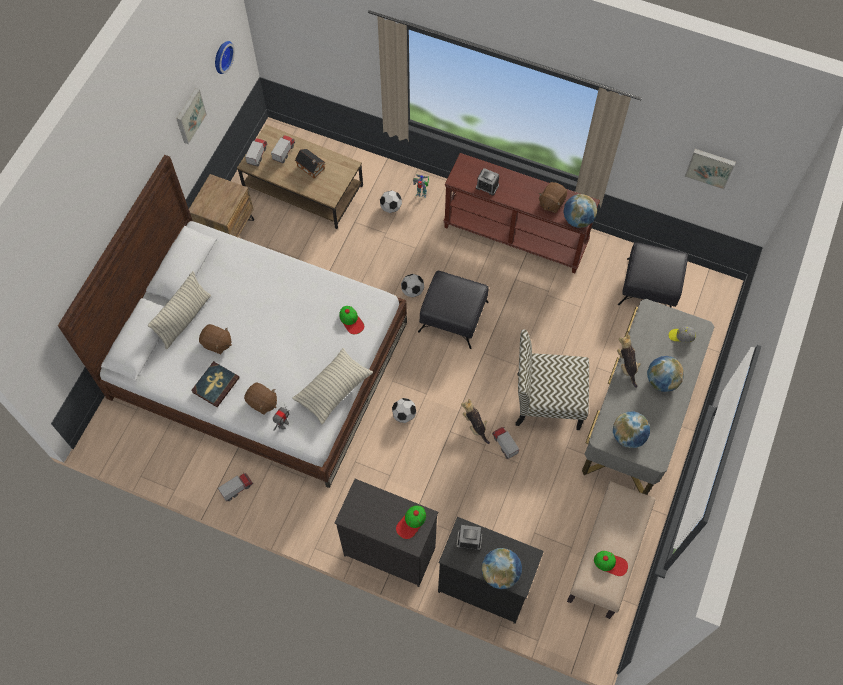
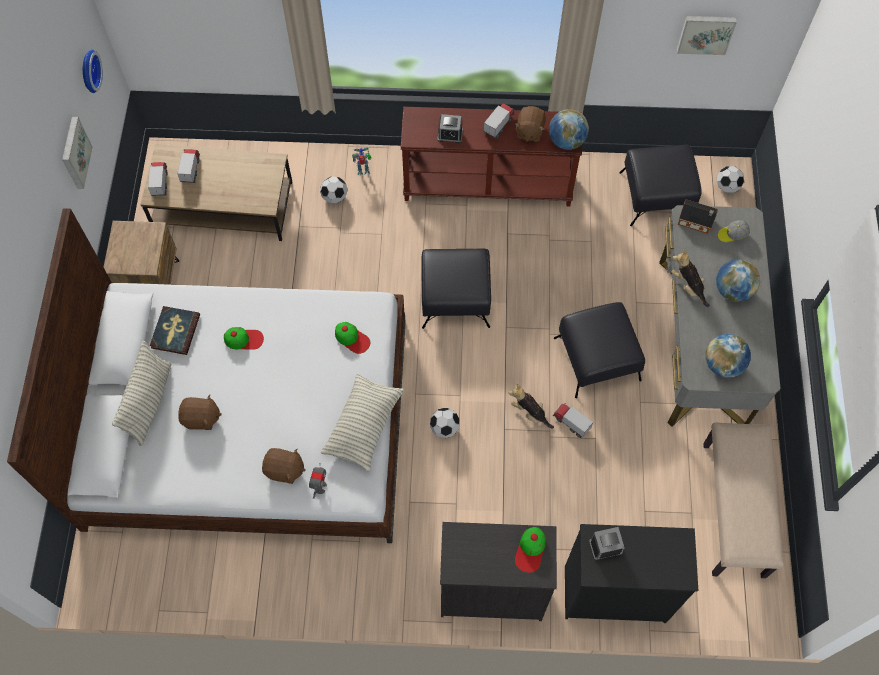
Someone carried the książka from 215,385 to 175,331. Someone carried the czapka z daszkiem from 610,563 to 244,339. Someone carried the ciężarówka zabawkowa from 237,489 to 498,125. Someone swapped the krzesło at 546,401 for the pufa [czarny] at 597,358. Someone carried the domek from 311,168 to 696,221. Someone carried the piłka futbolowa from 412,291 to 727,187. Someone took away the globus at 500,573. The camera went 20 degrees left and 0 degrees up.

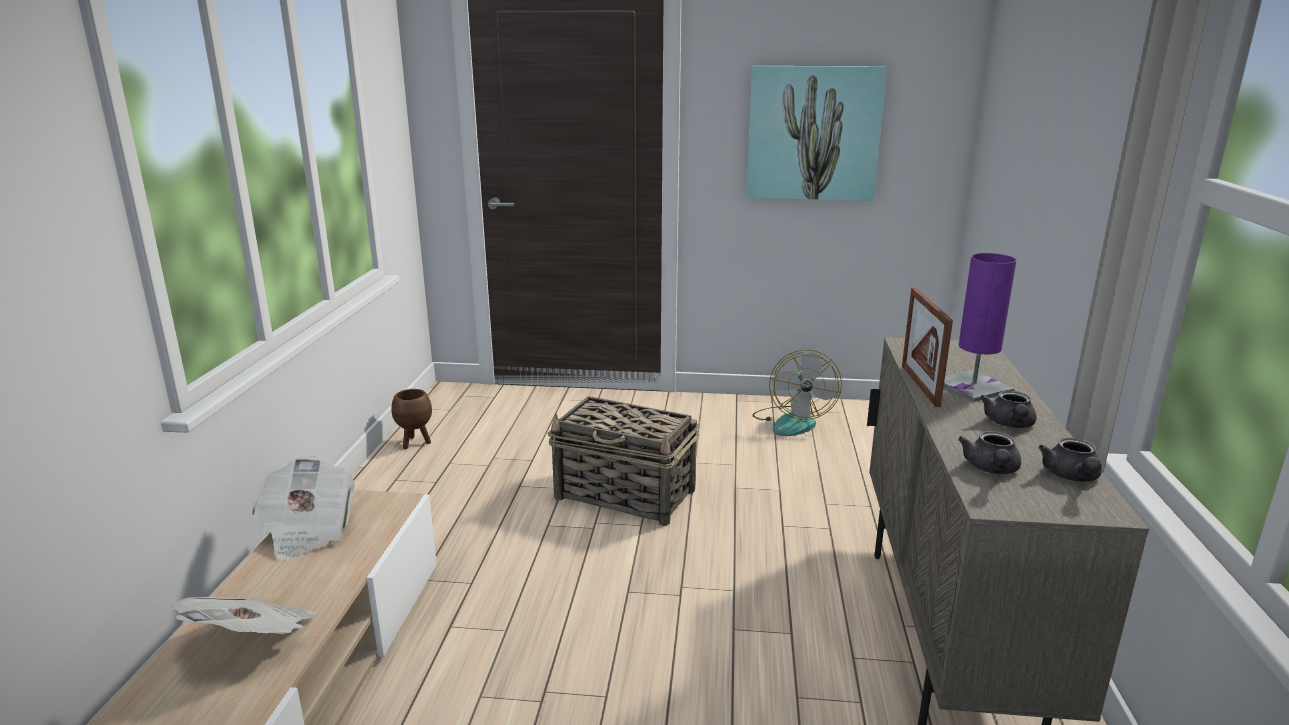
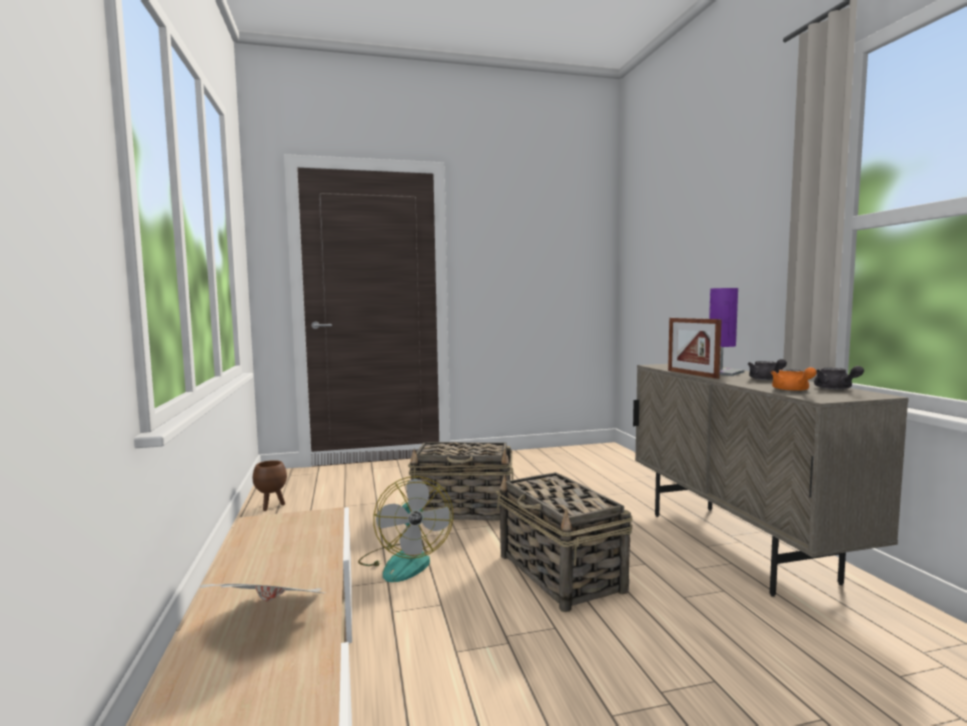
Someone carried the wentylator from 792,421 to 404,561. Someone put down the koszyk at 560,574. Someone repainted the imbryk [szary] at 991,469, which became the imbryk [pomarańczowy] at 792,390. Someone took away the gazeta at 307,530. Someone took away the obraz at 813,133. The camera went 20 degrees left and 15 degrees down.

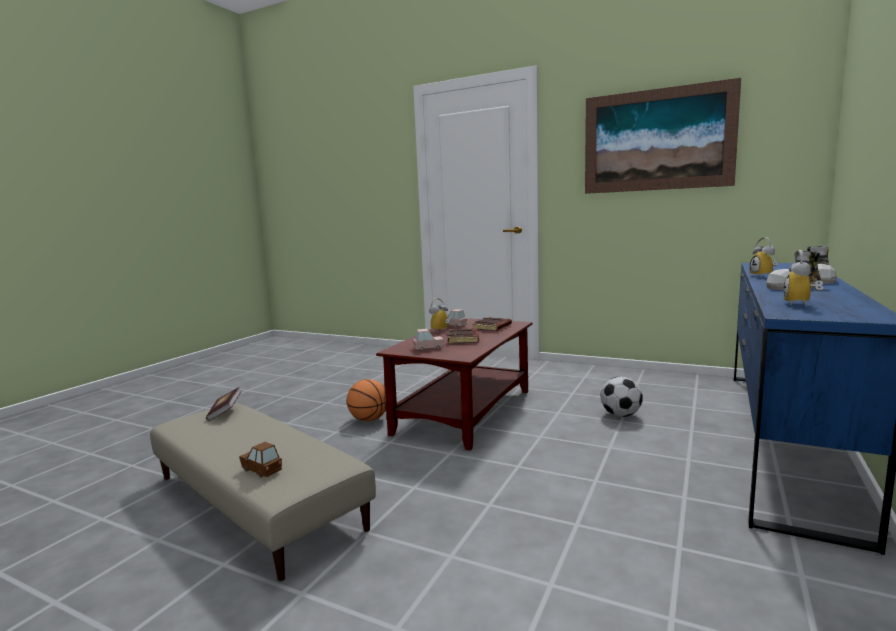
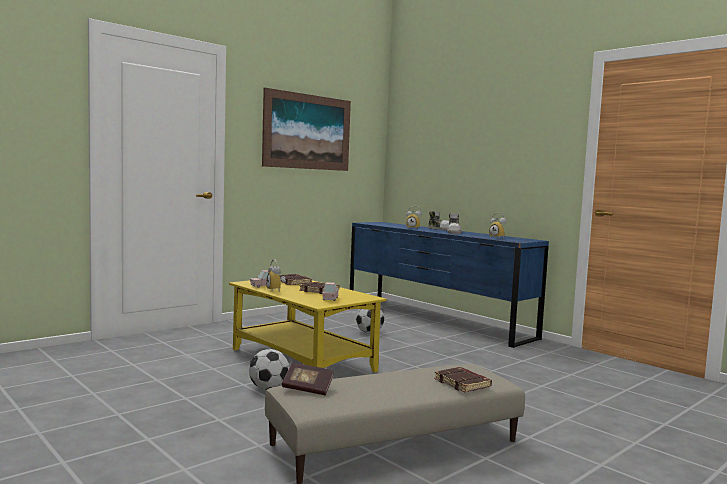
Someone repainted the ława [brązowy] at 464,412, which became the ława [żółty] at 303,360. Someone swapped the piłka do koszykówki at 369,419 for the piłka futbolowa at 268,388. Someone swapped the samochodzik [brązowy] at 261,470 for the książka [brązowy] at 463,383. The camera went 70 degrees left and 5 degrees down.

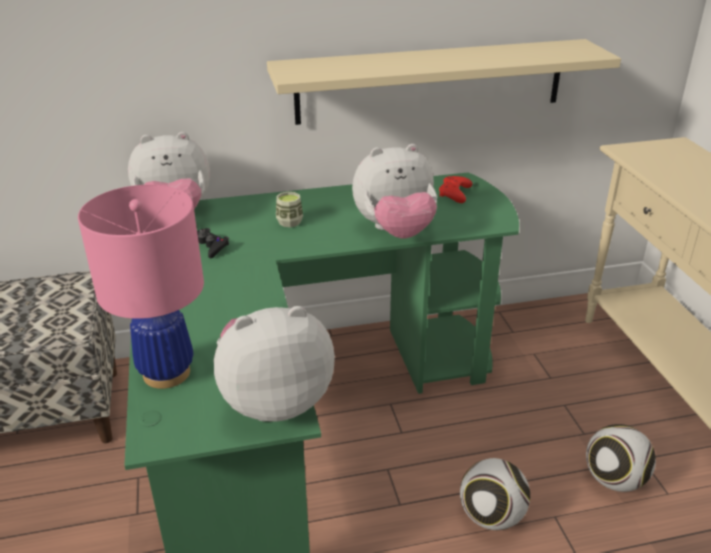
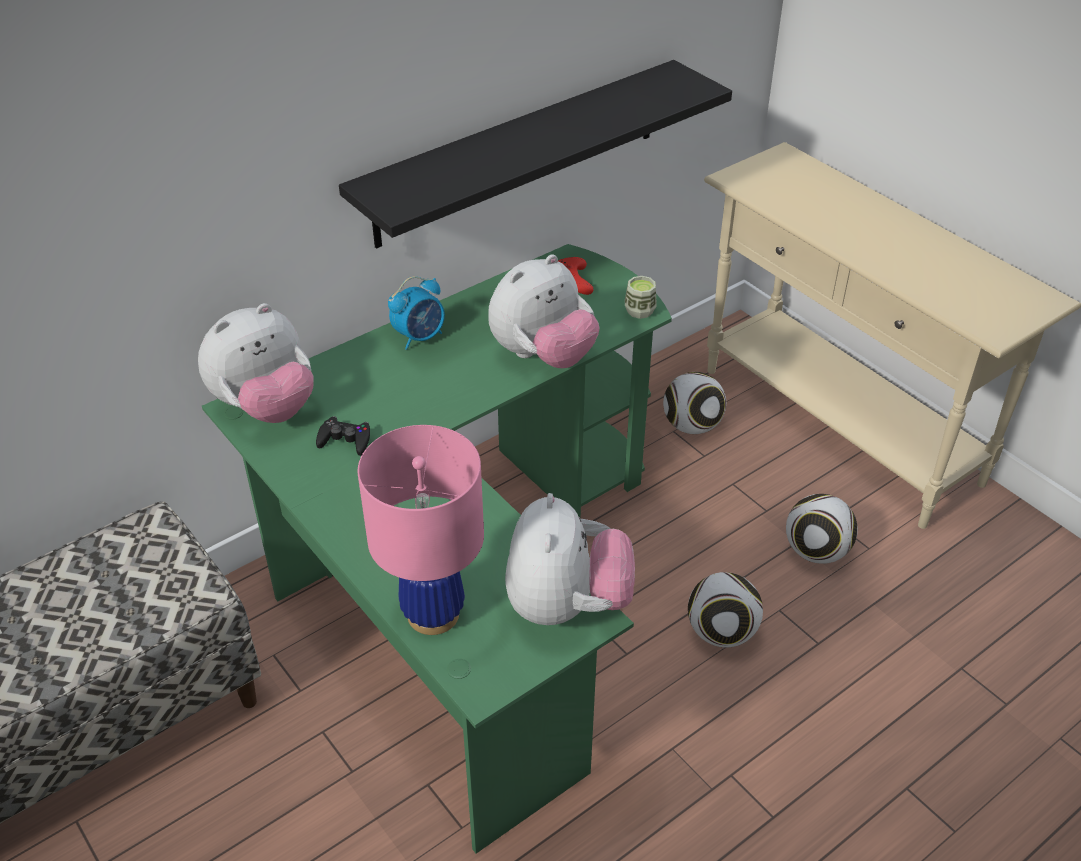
Someone repainted the półka [beżowy] at 431,81, which became the półka [czarny] at 519,153. Someone put down the budzik at 420,337. Someone rotated the pluszak at 275,400 by 135 degrees clockwise. Someone carried the filiżanka from 289,222 to 640,311. Someone put down the piłka futbolowa at 691,425. The camera went 25 degrees left and 10 degrees up.

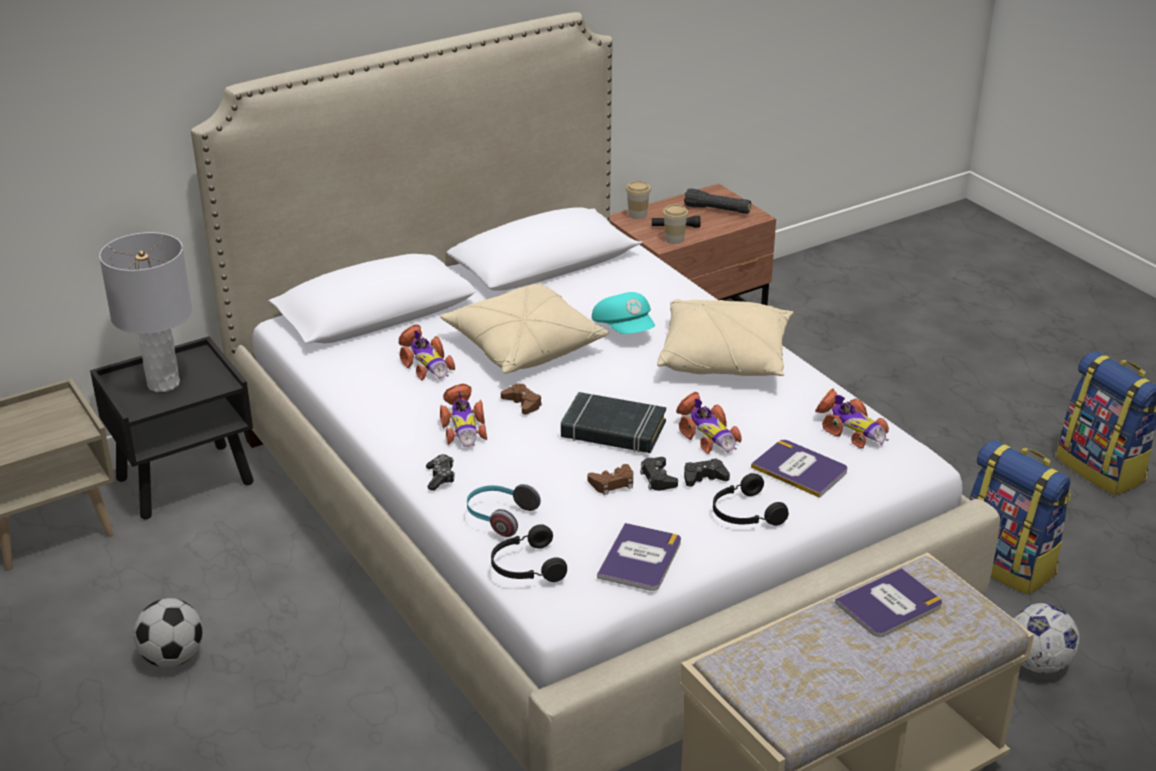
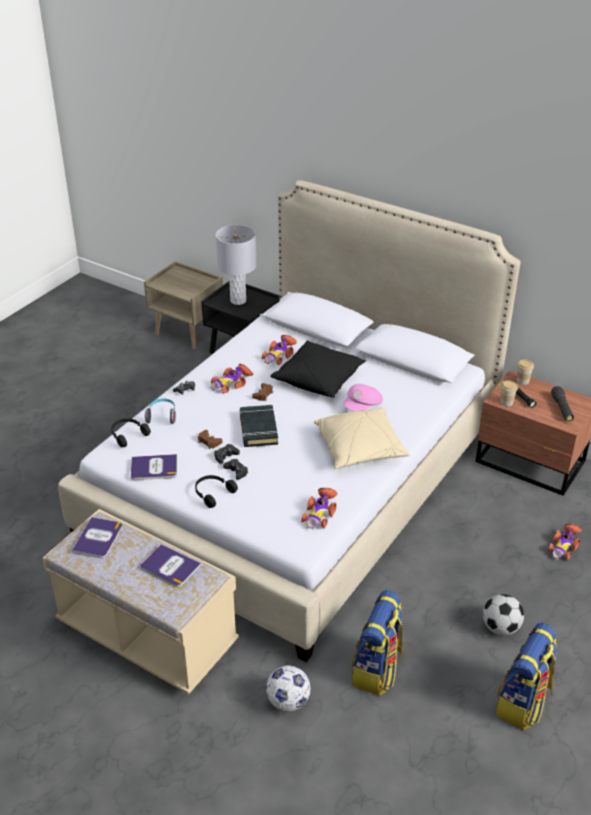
Someone carried the książka from 800,469 to 98,538. Someone repainted the poduszka [beżowy] at 523,346, which became the poduszka [czarny] at 318,379. Someone repainted the czapka z daszkiem [turkusowy] at 624,329, which became the czapka z daszkiem [różowy] at 362,406. Someone carried the piłka futbolowa from 173,657 to 501,627. Someone carried the samochodzik from 706,434 to 564,546. The camera went 65 degrees right and 5 degrees up.

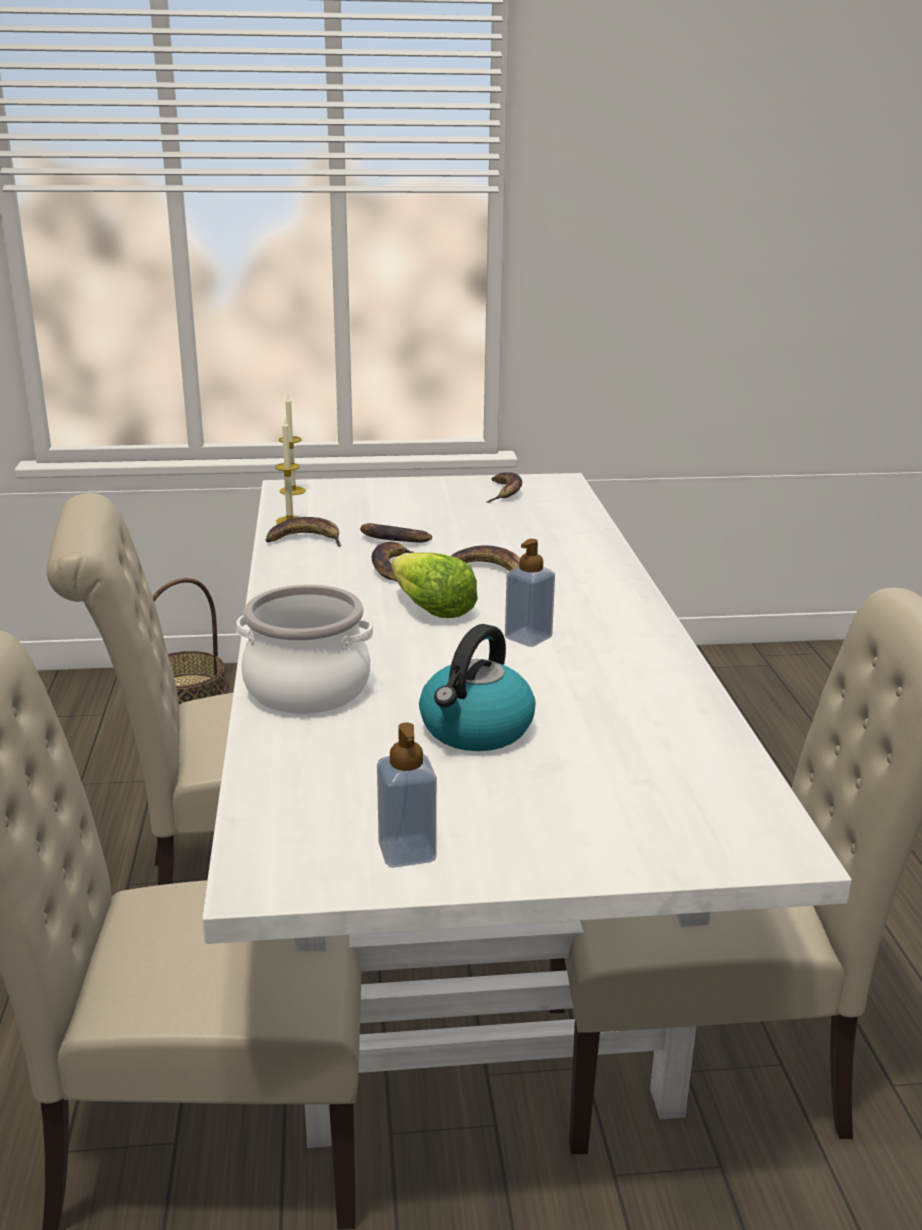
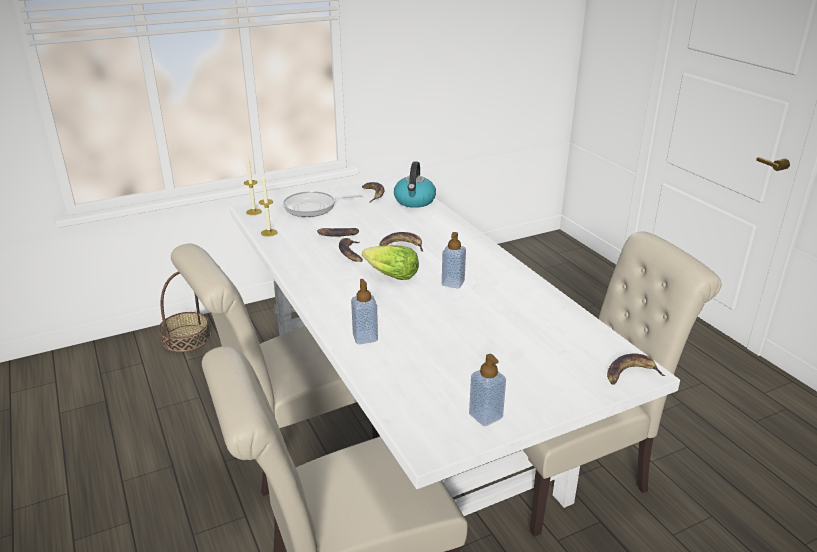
Someone put down the patelnia at 313,207. Someone swapped the garnek at 307,690 for the dozownik mydła at 365,337. Someone carried the czajnik from 476,730 to 414,201. Someone carried the banan from 305,540 to 630,373. The camera went 20 degrees left and 5 degrees up.

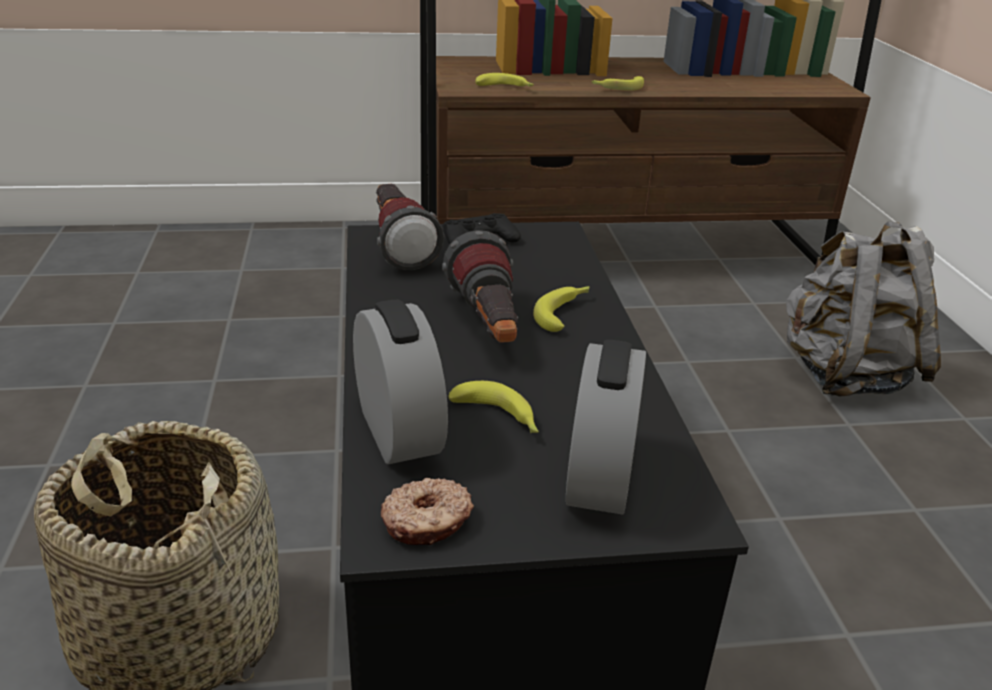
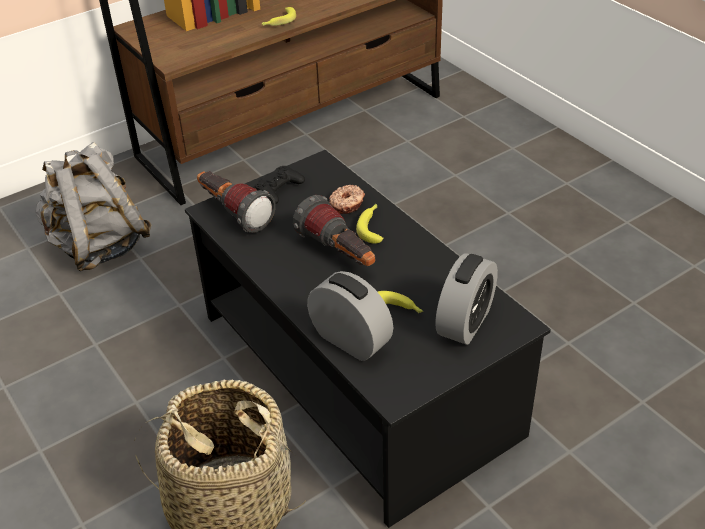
Someone carried the plecak [szary] from 844,375 to 99,247. Someone carried the donut from 427,522 to 347,204. Someone rotated the budzik at 599,477 by 45 degrees clockwise. Someone took away the banan at 506,88. The camera went 25 degrees left and 10 degrees up.

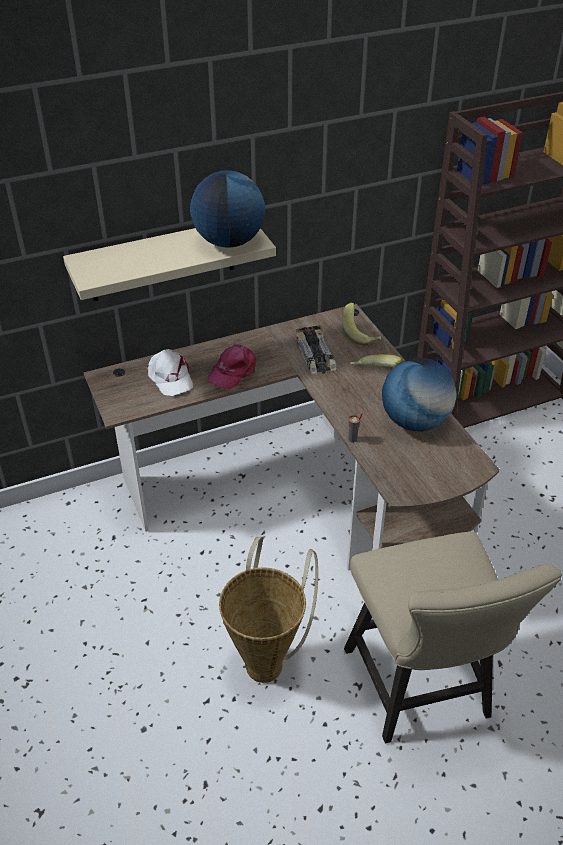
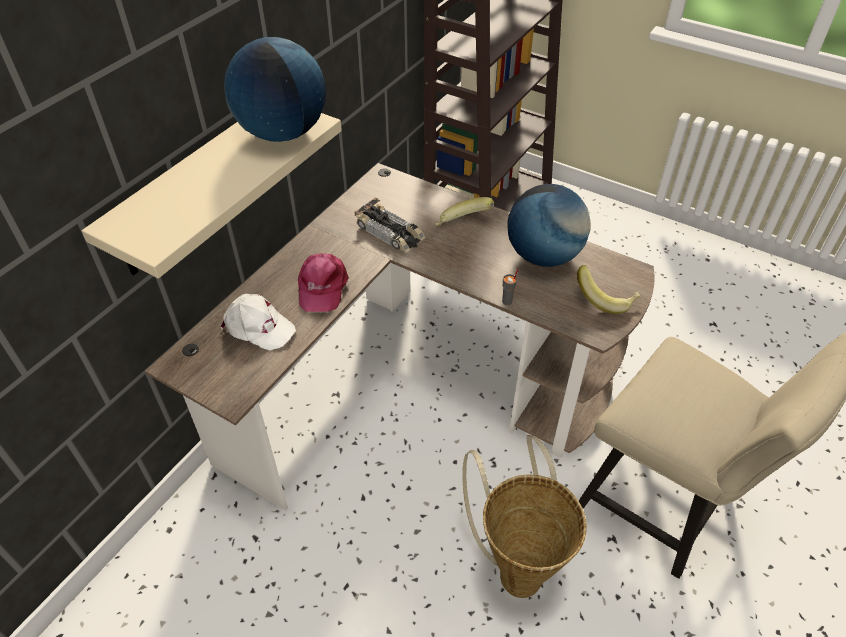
Someone carried the banan from 361,335 to 605,299. The camera went 35 degrees left and 5 degrees up.

